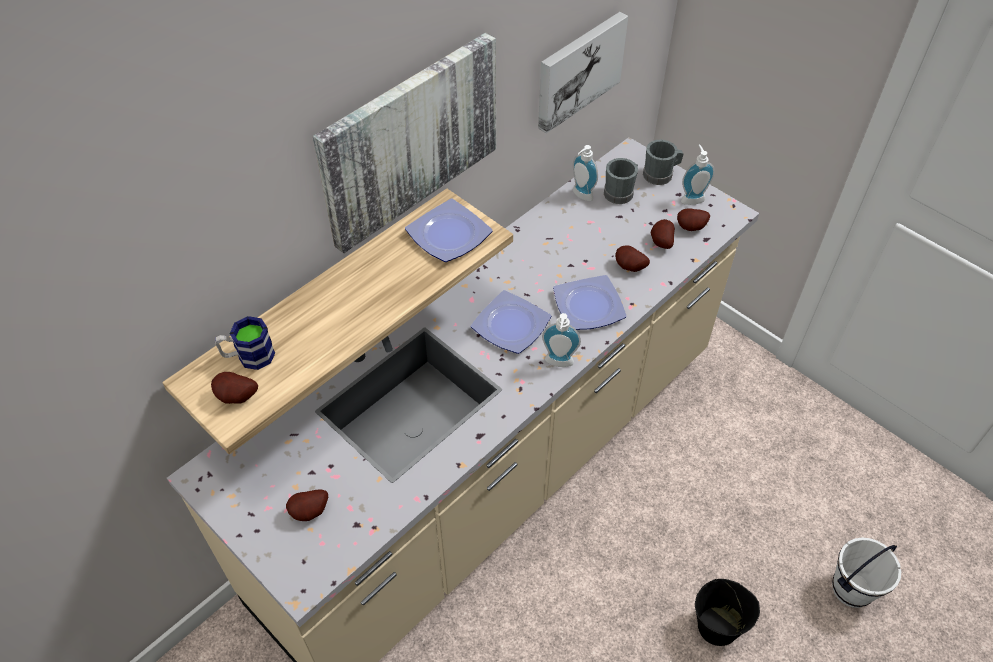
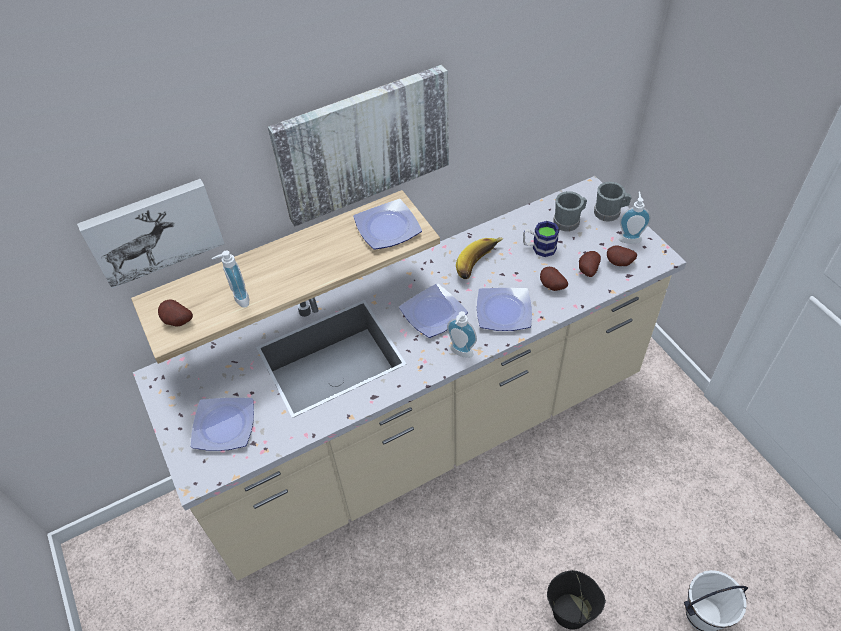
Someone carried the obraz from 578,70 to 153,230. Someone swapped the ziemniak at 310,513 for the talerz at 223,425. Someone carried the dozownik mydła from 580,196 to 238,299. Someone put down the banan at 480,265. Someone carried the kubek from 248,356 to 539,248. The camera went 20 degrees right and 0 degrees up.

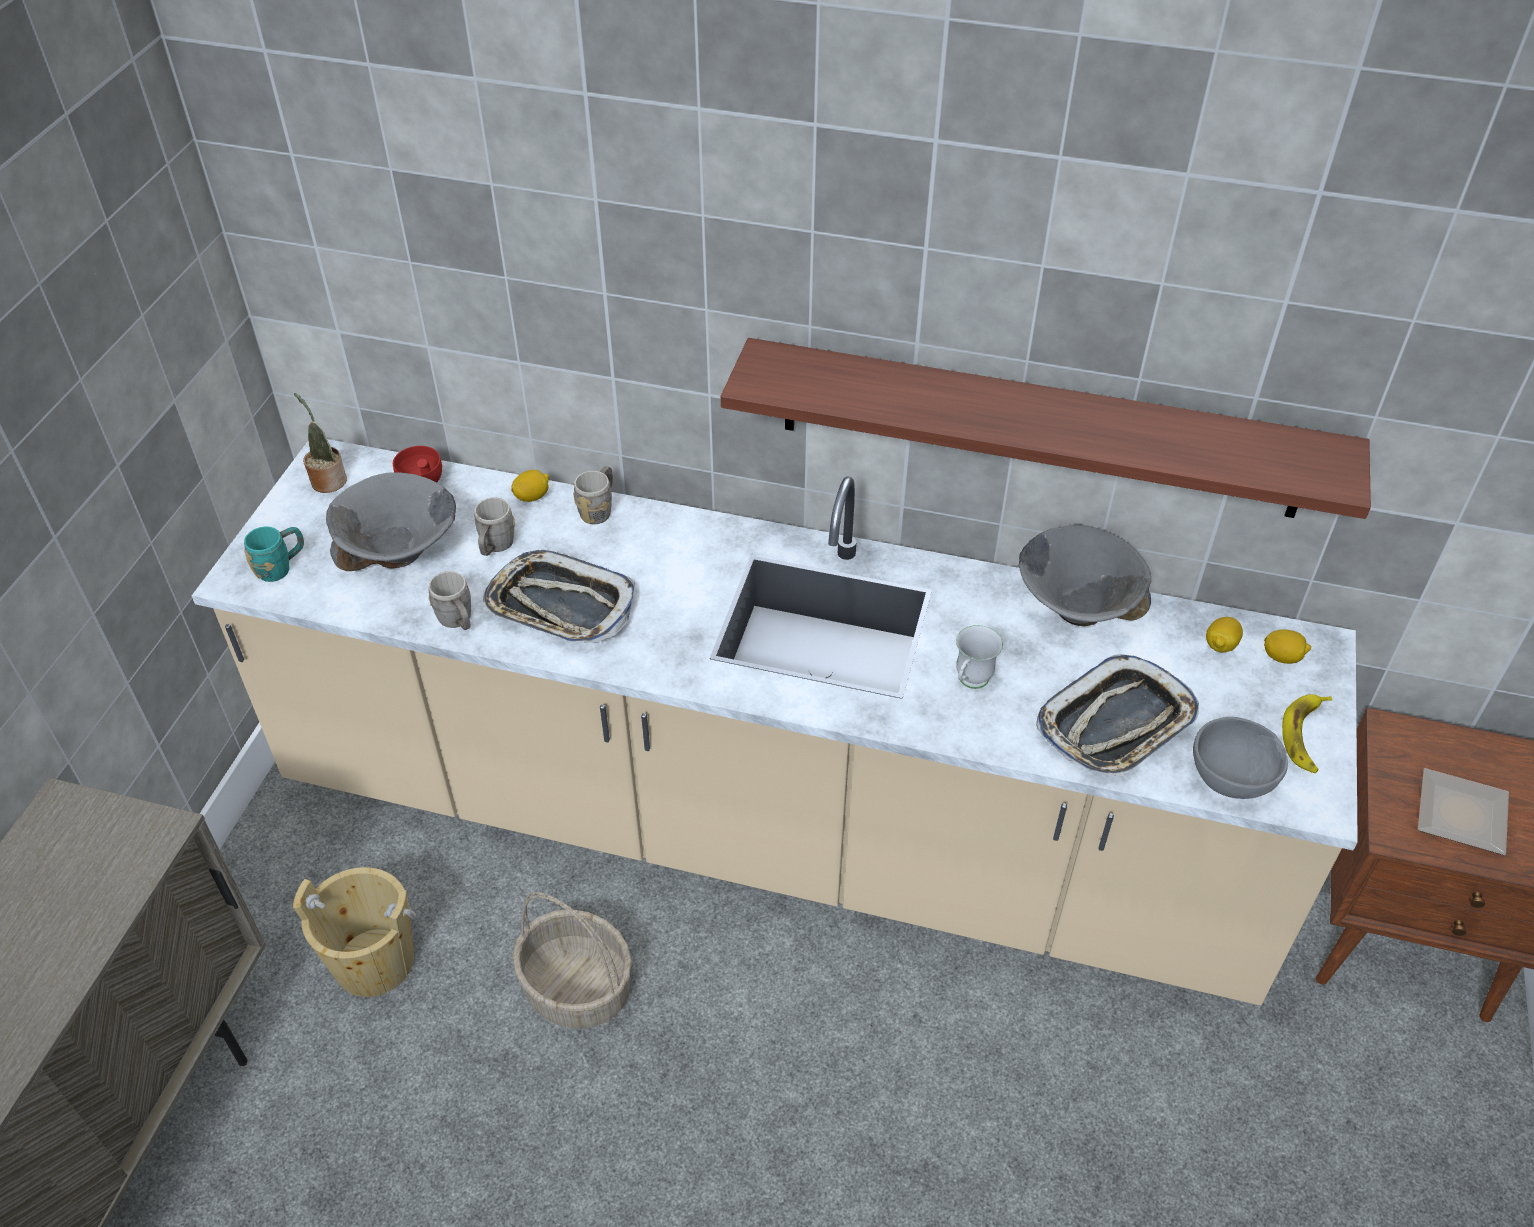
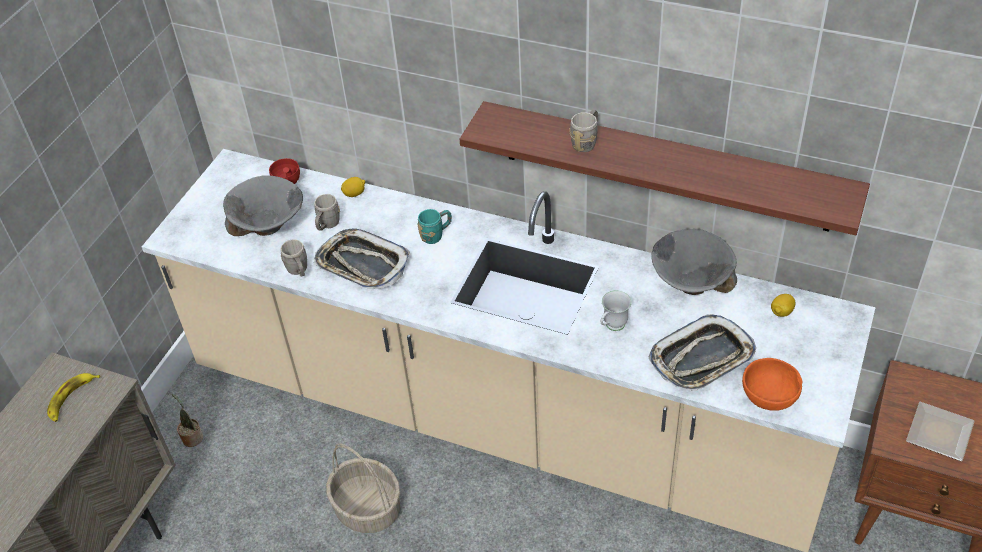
Someone carried the banan from 1306,736 to 71,399. Someone carried the roślina doniczkowa from 327,479 to 192,437. Someone carried the kubek [turkusowy] from 281,567 to 436,235. Someone carried the kubek [szary] from 599,509 to 586,141. Someone repainted the miska [szary] at 1231,781, which became the miska [pomarańczowy] at 769,399. Someone took away the wiadro [beżowy] at 374,961. Someone took away the cytryna at 1282,657. The camera went 10 degrees right and 0 degrees up.

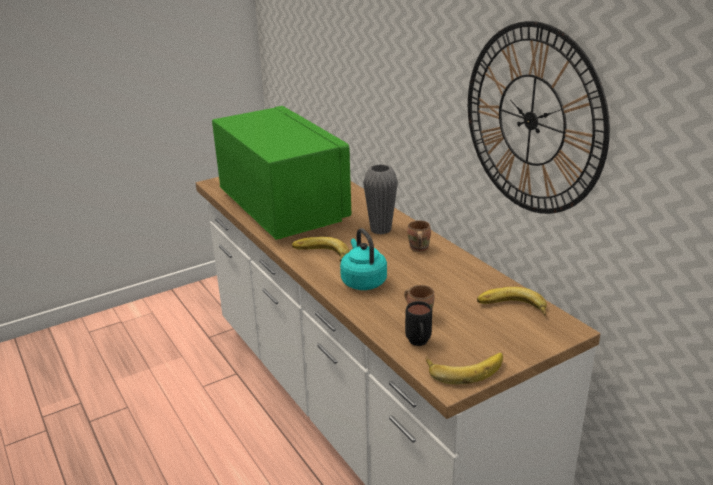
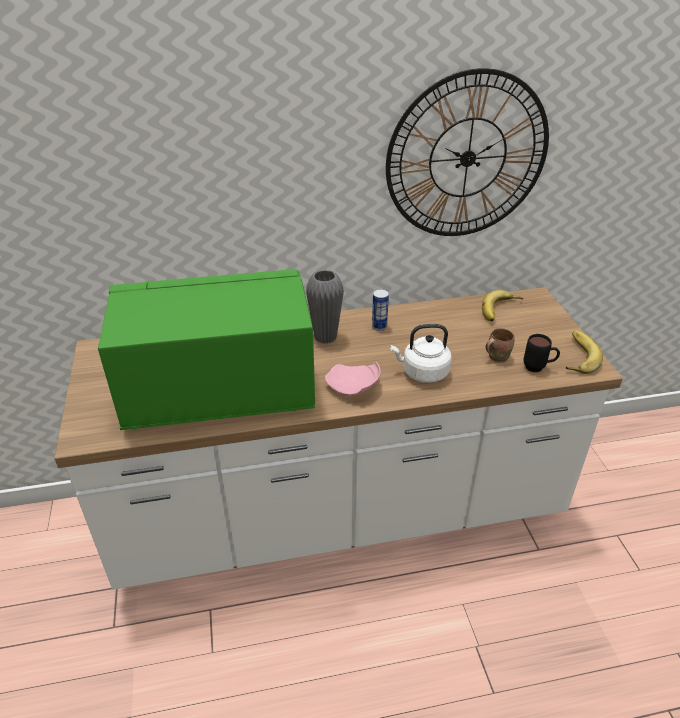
Someone swapped the banan at 320,254 for the talerz [różowy] at 353,387. Someone swapped the kubek [brązowy] at 418,249 for the puszka at 379,326. Someone repainted the czajnik [turkusowy] at 363,281, which became the czajnik [biały] at 422,373. The camera went 70 degrees left and 10 degrees up.

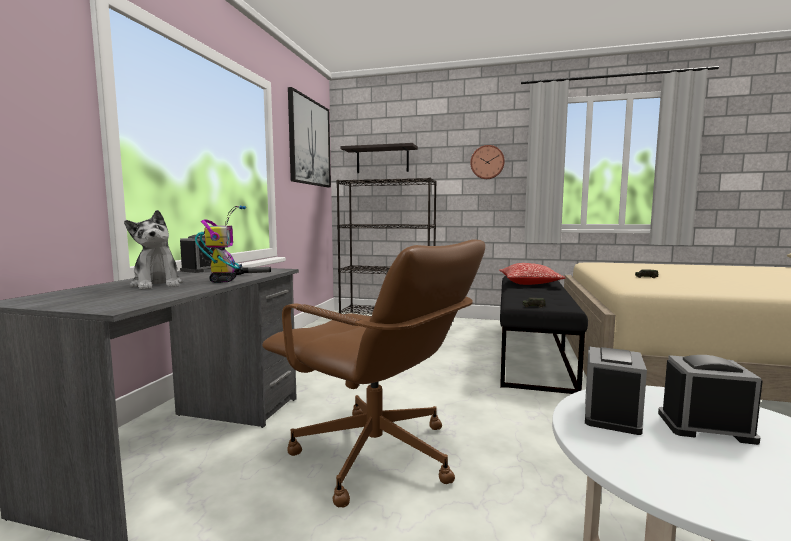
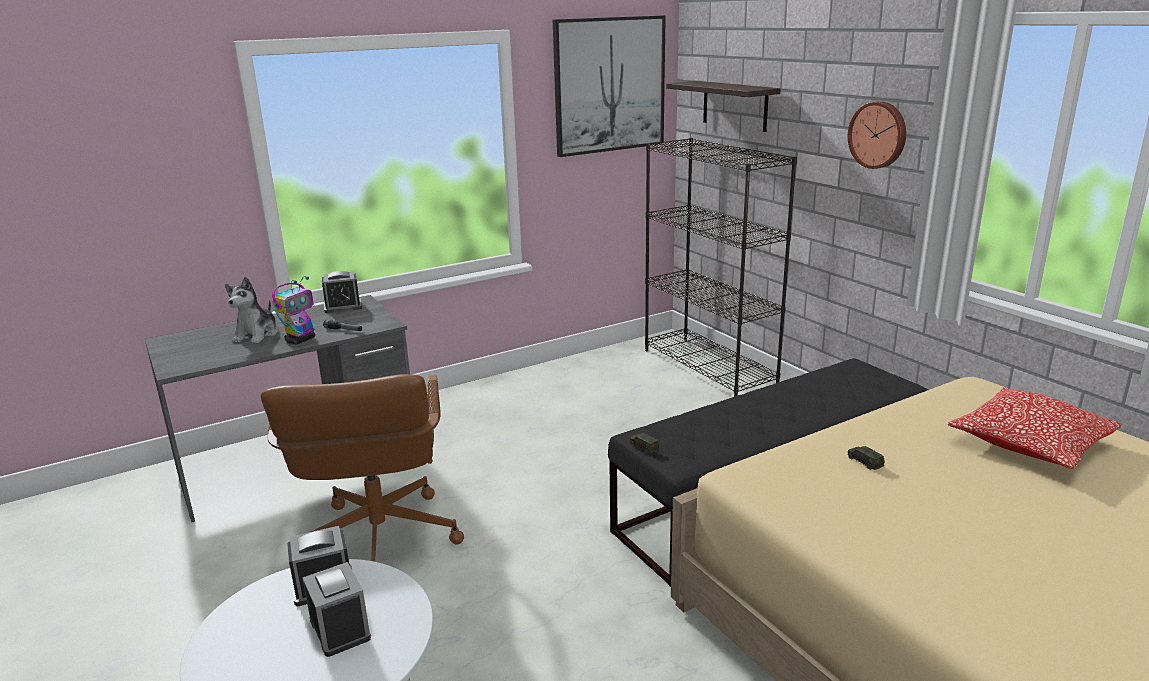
Someone carried the poduszka from 529,283 to 1030,444. The camera went 45 degrees right and 15 degrees up.

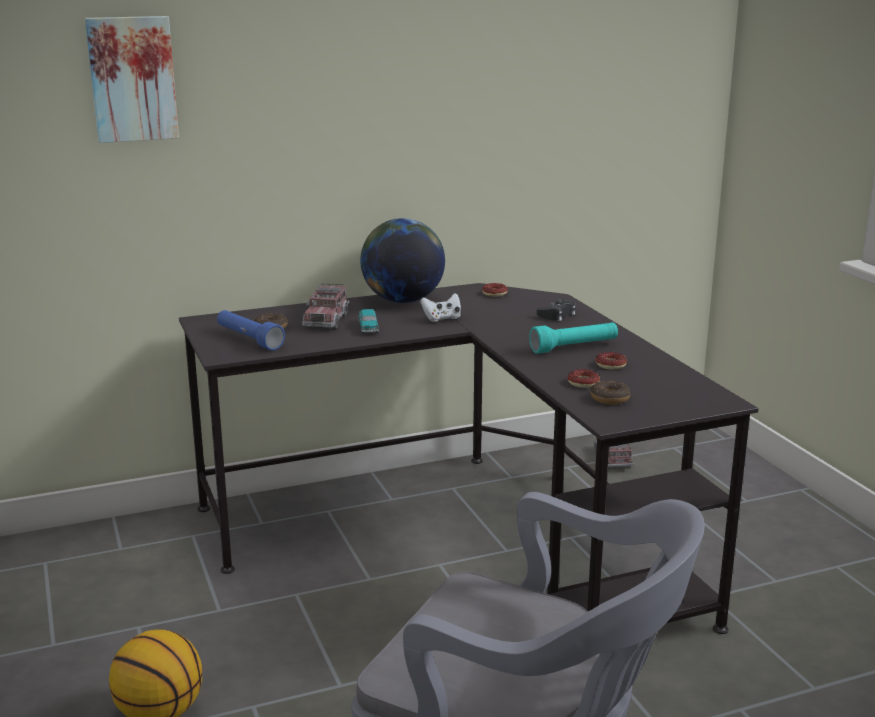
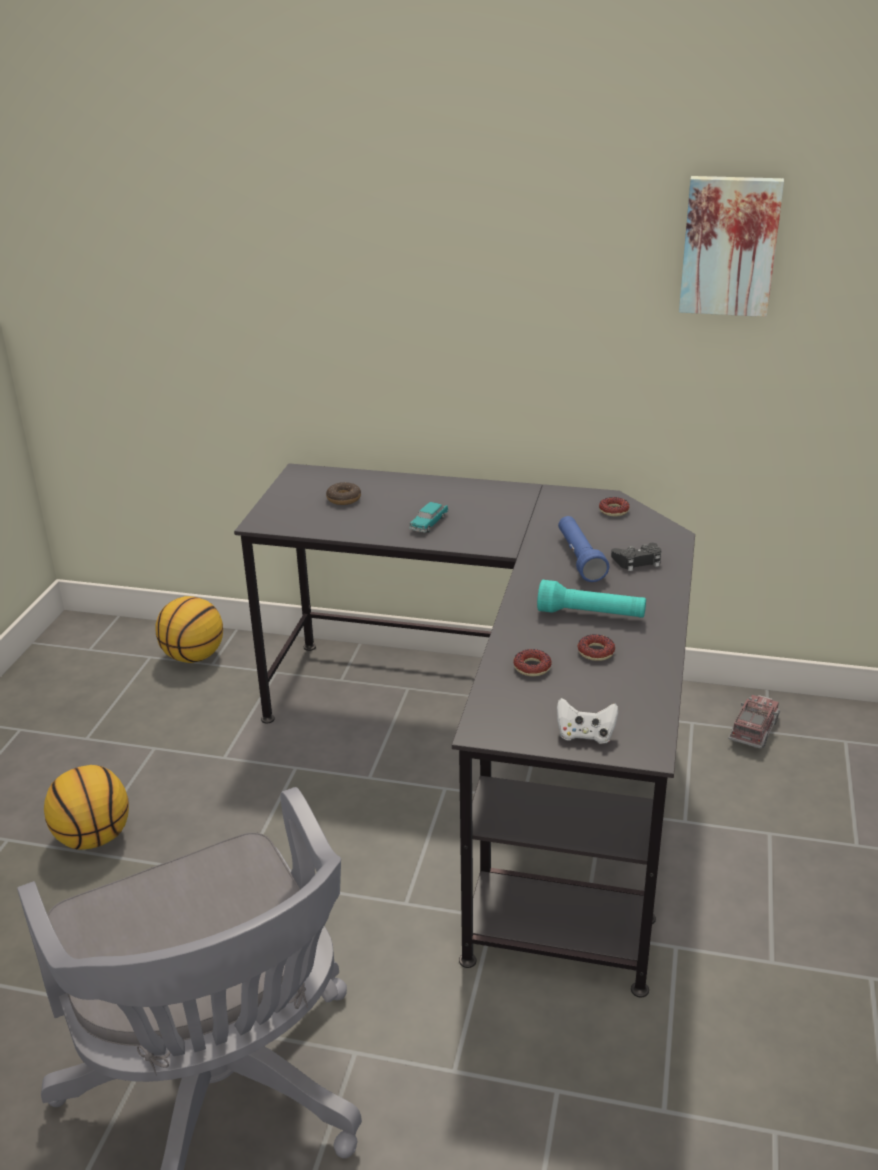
Someone put down the piłka do koszykówki at 193,656. Someone carried the pad do gier [biały] from 442,319 to 585,735. Someone carried the latarka [niebieski] from 249,339 to 579,558. Someone carried the obraz from 132,79 to 729,245. Someone took away the ciężarówka zabawkowa at 326,320. Someone took away the globus at 402,300. Someone took away the donut at 609,398. The camera went 35 degrees right and 10 degrees up.

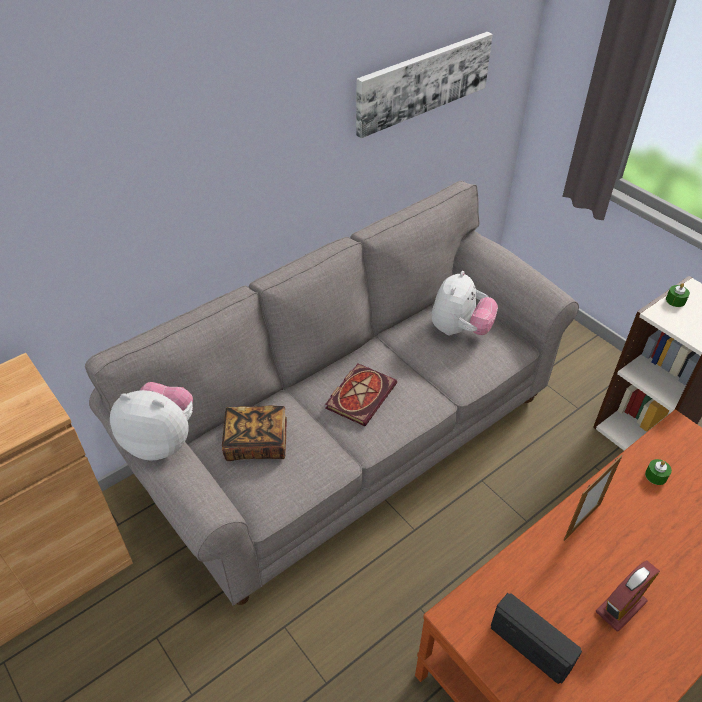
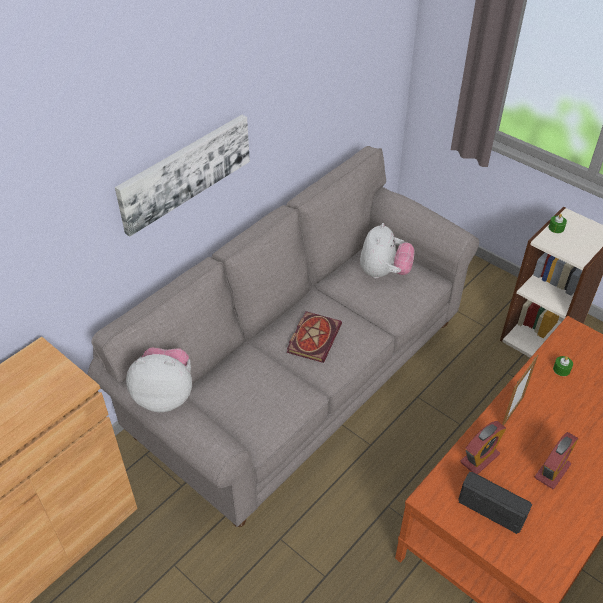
Someone carried the obraz from 422,82 to 185,171. Someone put down the budzik at 479,458. Someone took away the książka at 256,443. The camera went 10 degrees left and 0 degrees up.

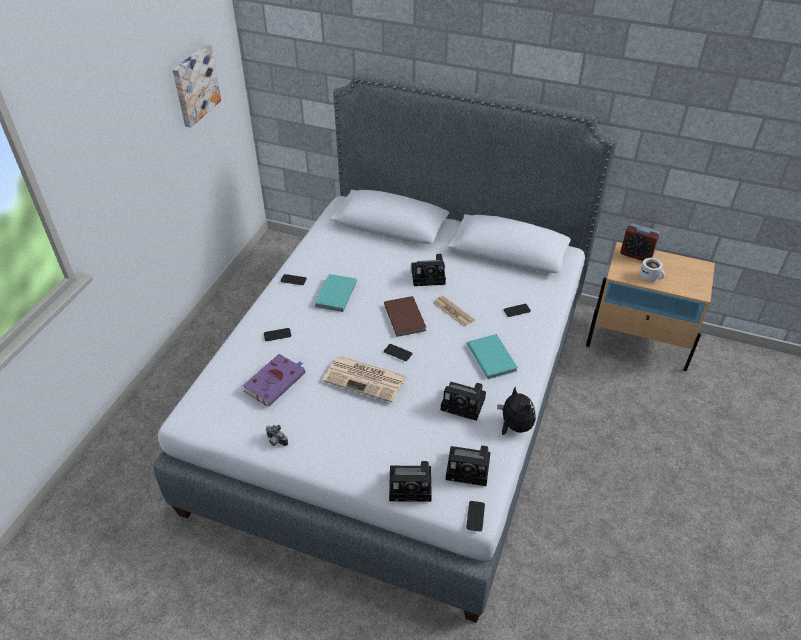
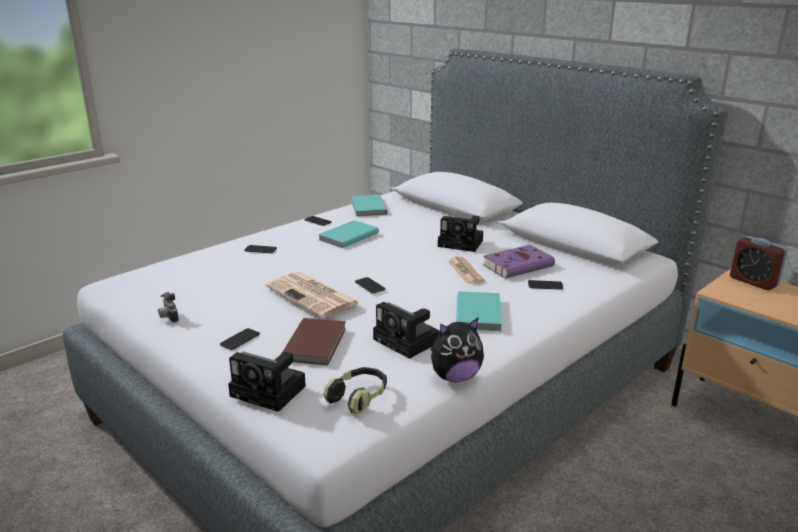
Someone carried the telefon from 475,516 to 240,340. Someone carried the książka [brązowy] from 405,317 to 316,343. Someone swapped the aparat fotograficzny at 470,469 for the słuchawki at 358,397. Someone put down the książka [turkusowy] at 367,208. Someone rotated the pluszak at 514,426 by 75 degrees clockwise. Someone carried the książka [fioletowy] from 276,381 to 519,265. Someone took away the obraz at 194,85. Someone took away the kubek [biały] at 650,277. The camera went 25 degrees right and 20 degrees down.

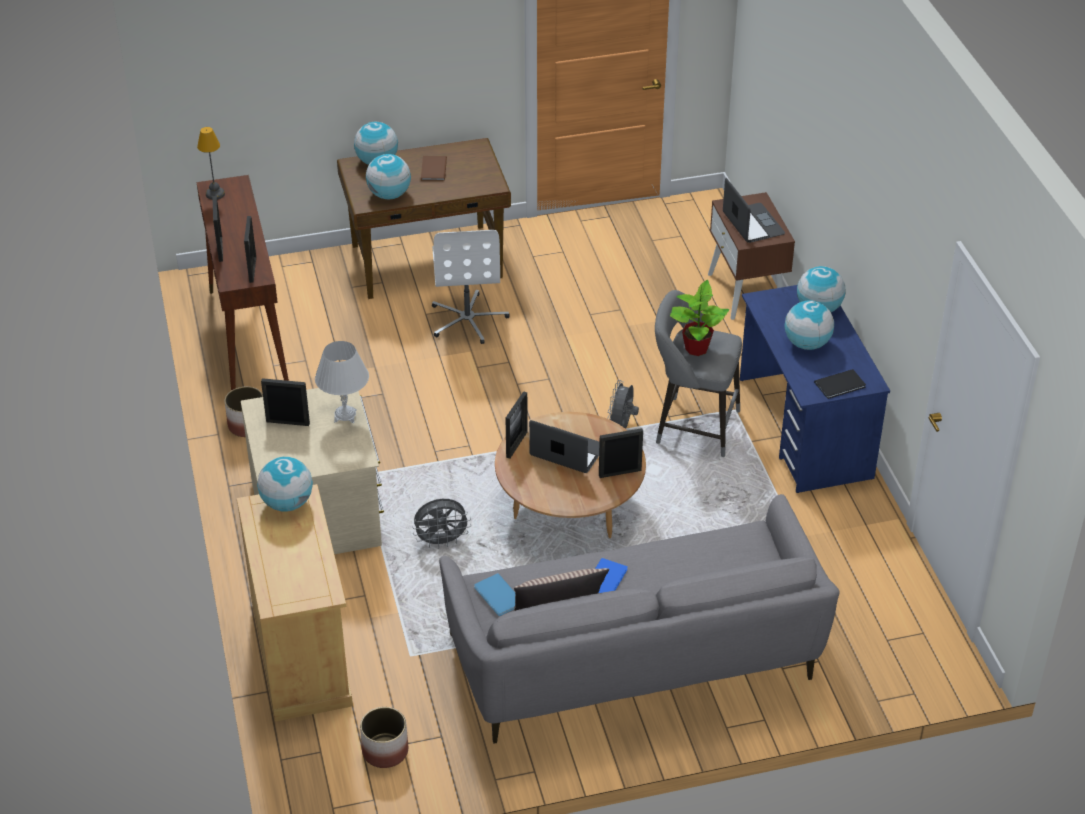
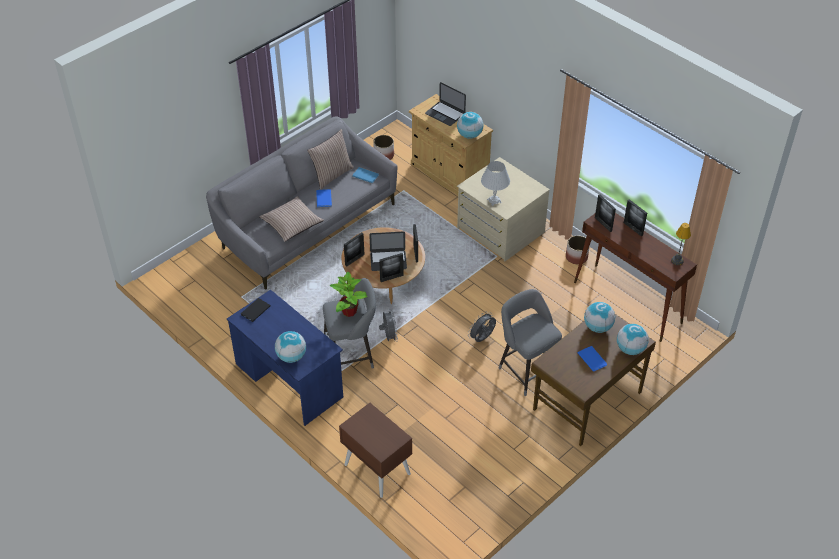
Someone put down the poduszka at 291,224. Someone carried the ramka na zdjęcie from 288,422 to 391,278. Someone carried the laptop from 753,223 to 445,113. Someone carried the wentylator [szary] from 442,541 to 482,339. Someone swapped the krzesło biurowe [biały] at 468,319 for the stołek [szary] at 526,369. Someone repainted the książka [brązowy] at 432,169, which became the książka [niebieski] at 592,358. Someone took away the globus at 807,344. The camera went 150 degrees right and 5 degrees up.

